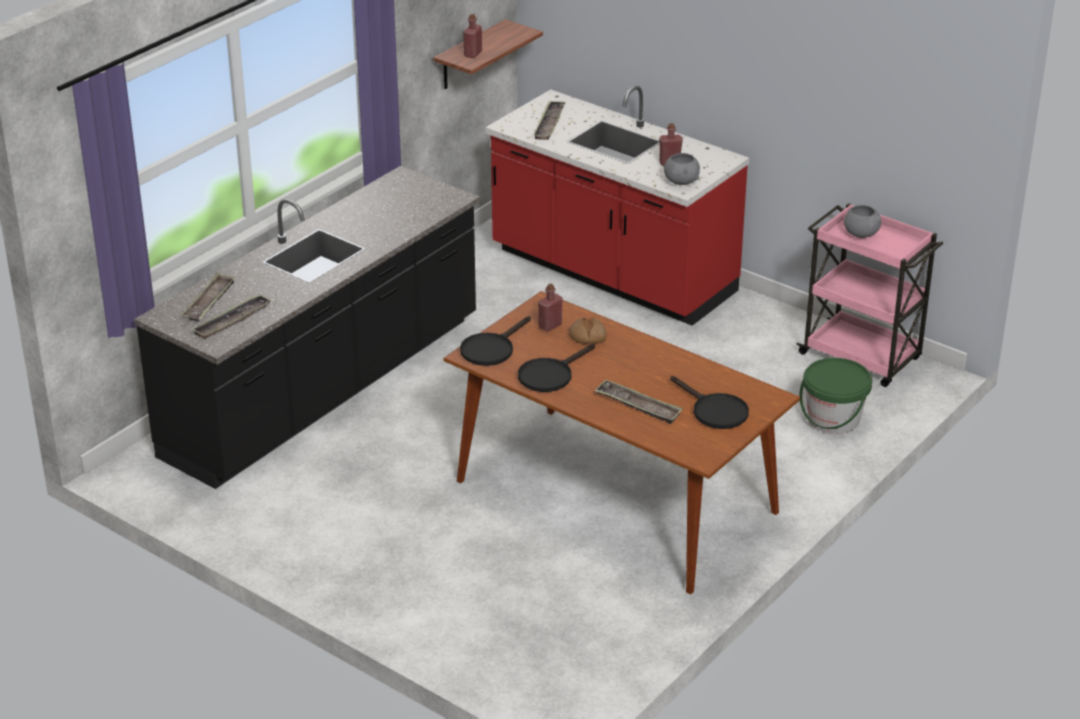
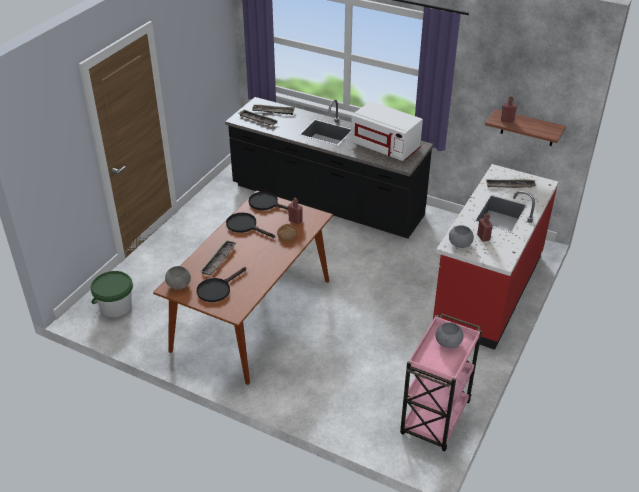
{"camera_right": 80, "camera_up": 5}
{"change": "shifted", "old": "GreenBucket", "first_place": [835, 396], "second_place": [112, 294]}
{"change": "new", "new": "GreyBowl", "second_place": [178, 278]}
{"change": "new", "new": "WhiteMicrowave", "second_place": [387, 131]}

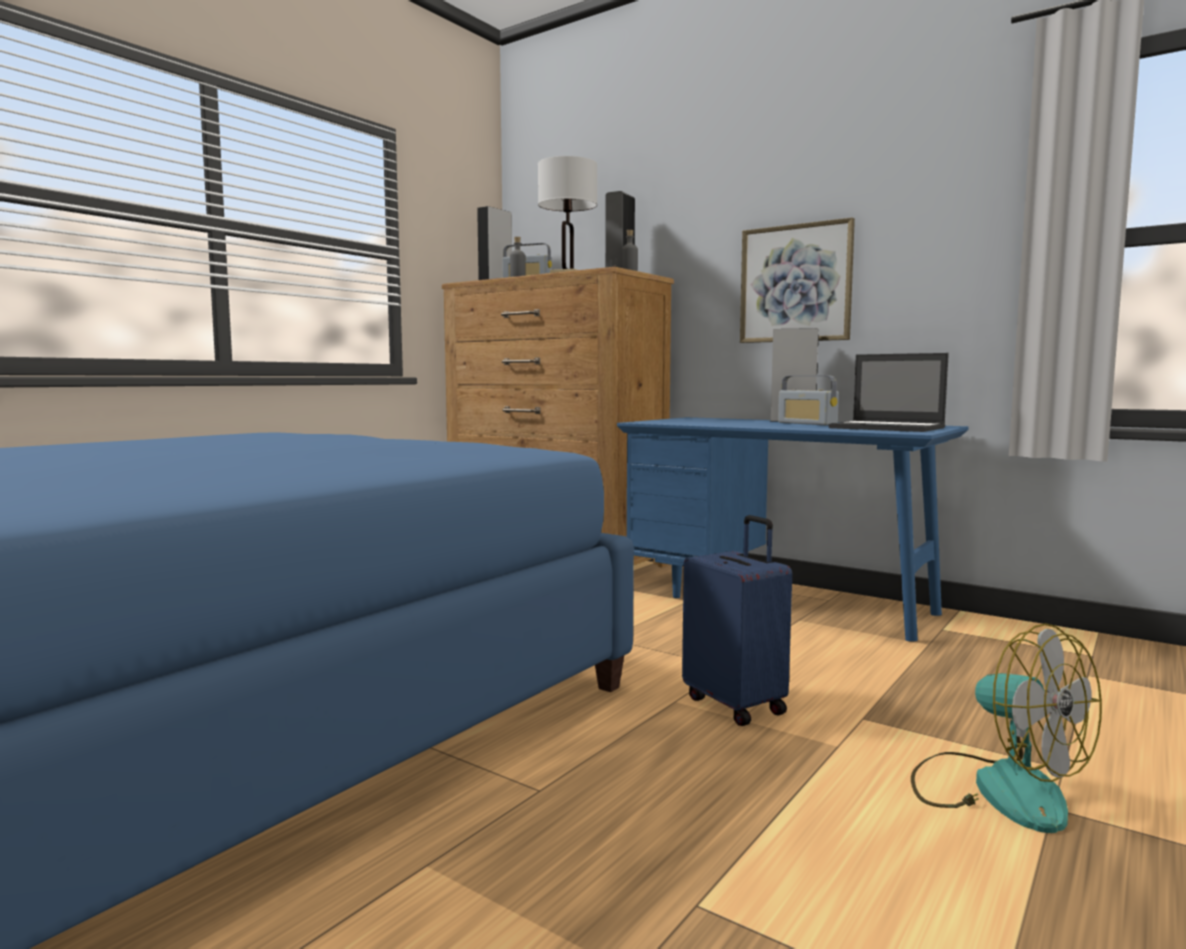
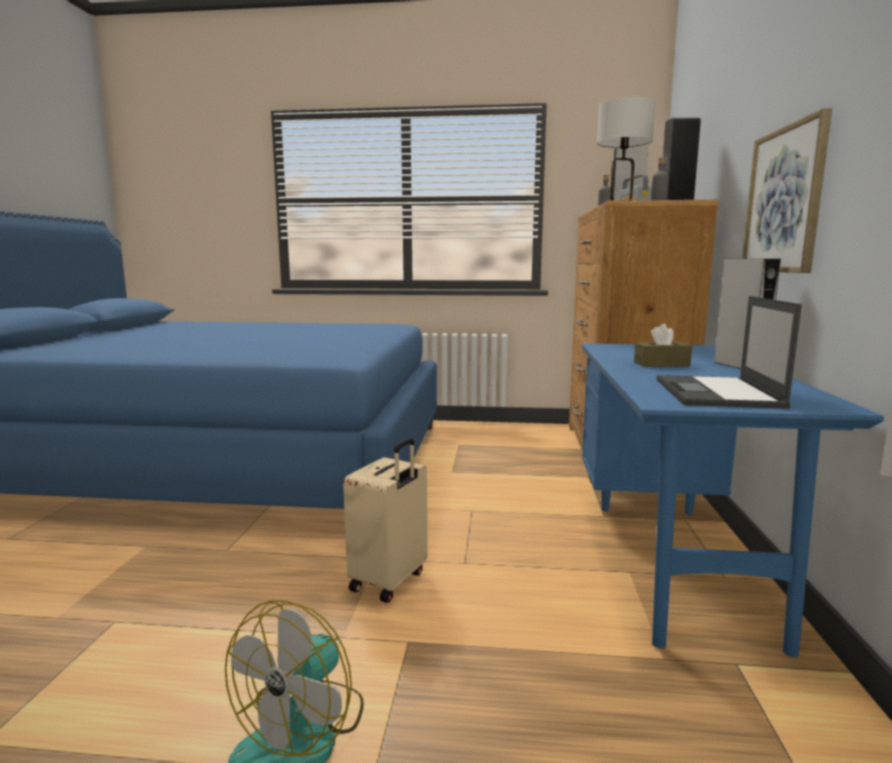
{"camera_right": 60, "camera_up": 5}
{"change": "repainted", "old": "BlueSuitcase", "new": "BeigeSuitcase", "first_place": [737, 620], "second_place": [385, 520]}
{"change": "new", "new": "BrownTissueBox", "second_place": [663, 345]}
{"change": "gone", "old": "Radio", "first_place": [808, 400]}

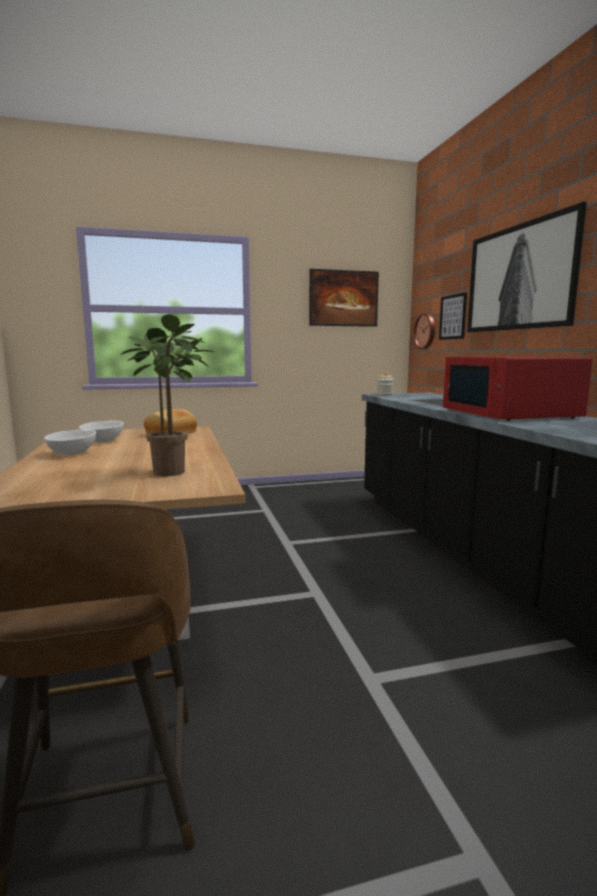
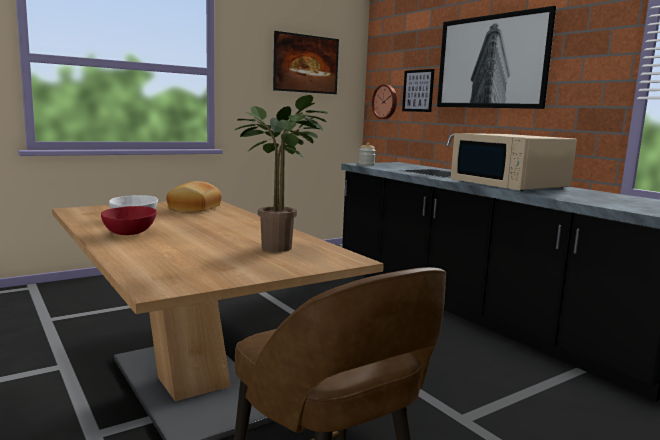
{"camera_right": -20, "camera_up": 0}
{"change": "repainted", "old": "WhiteBowl", "new": "RedBowl", "first_place": [70, 442], "second_place": [129, 220]}
{"change": "repainted", "old": "RedMicrowave", "new": "BeigeMicrowave", "first_place": [518, 389], "second_place": [514, 162]}

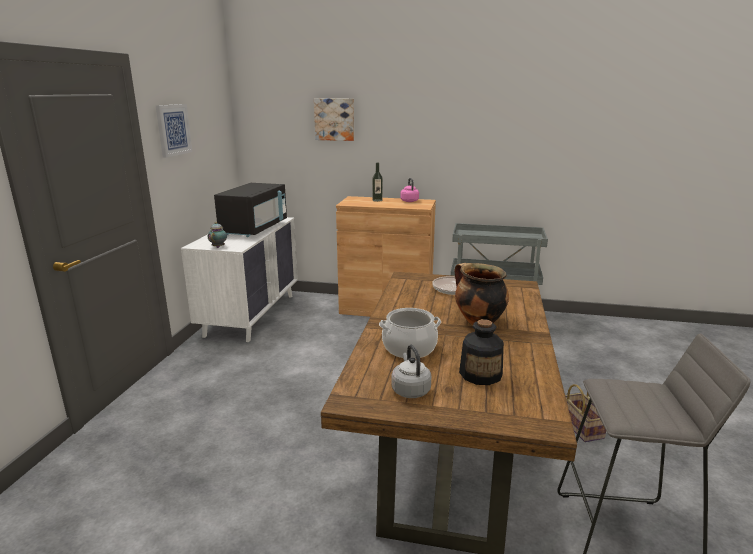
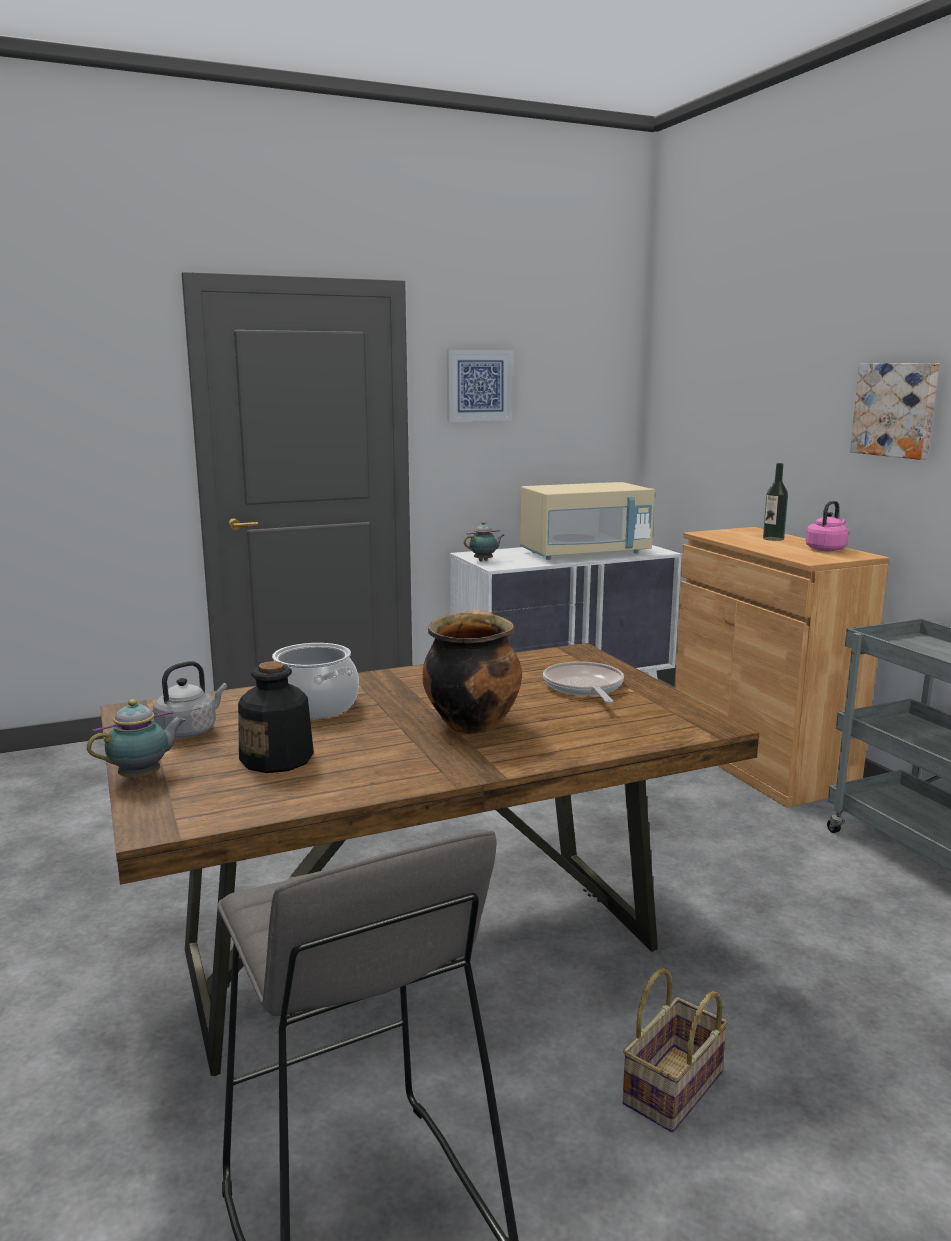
{"camera_right": 55, "camera_up": -5}
{"change": "new", "new": "Teapot", "second_place": [136, 739]}
{"change": "repainted", "old": "BlackMicrowave", "new": "BeigeMicrowave", "first_place": [250, 210], "second_place": [587, 521]}
{"change": "shifted", "old": "Picture", "first_place": [334, 120], "second_place": [894, 411]}

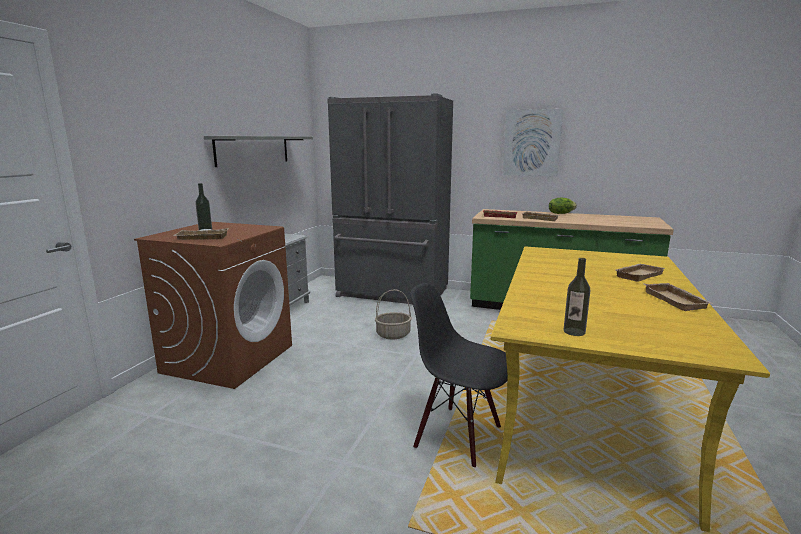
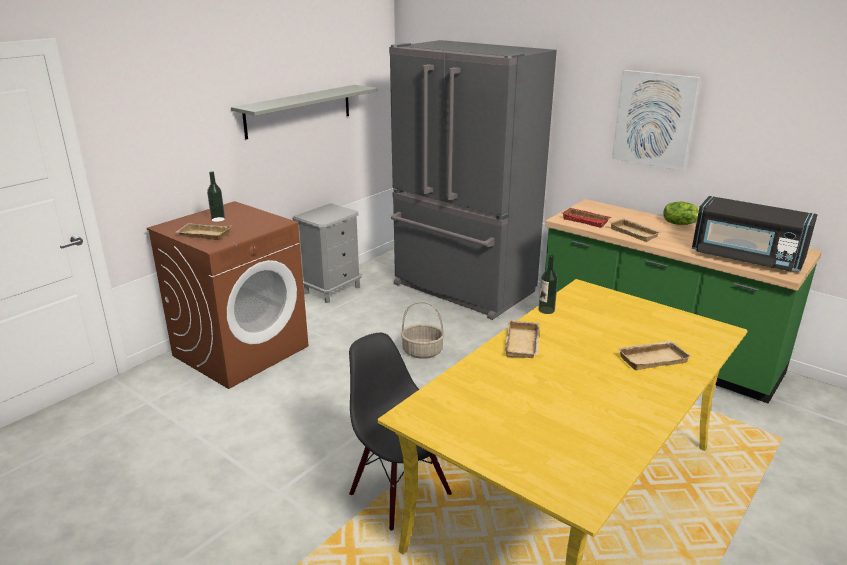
{"camera_right": 20, "camera_up": 10}
{"change": "shifted", "old": "BeigeTray", "first_place": [679, 297], "second_place": [522, 339]}
{"change": "shifted", "old": "Bottle", "first_place": [577, 297], "second_place": [548, 284]}
{"change": "new", "new": "BlackMicrowave", "second_place": [755, 233]}

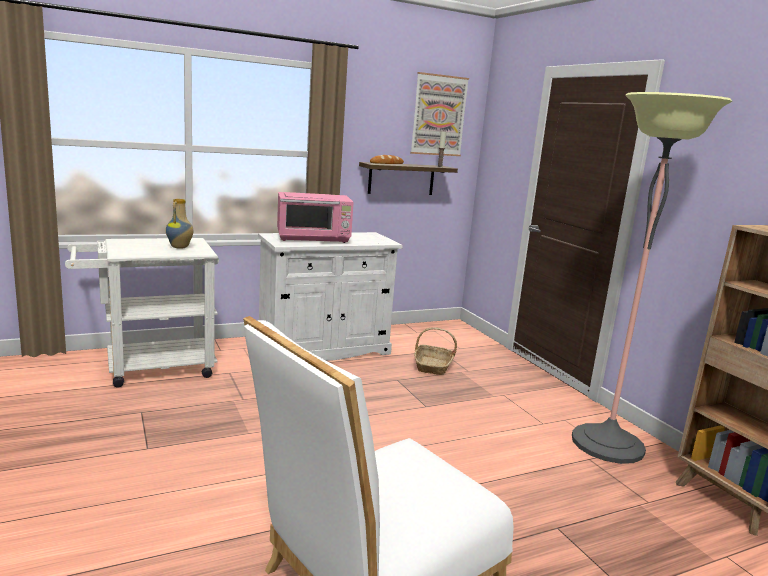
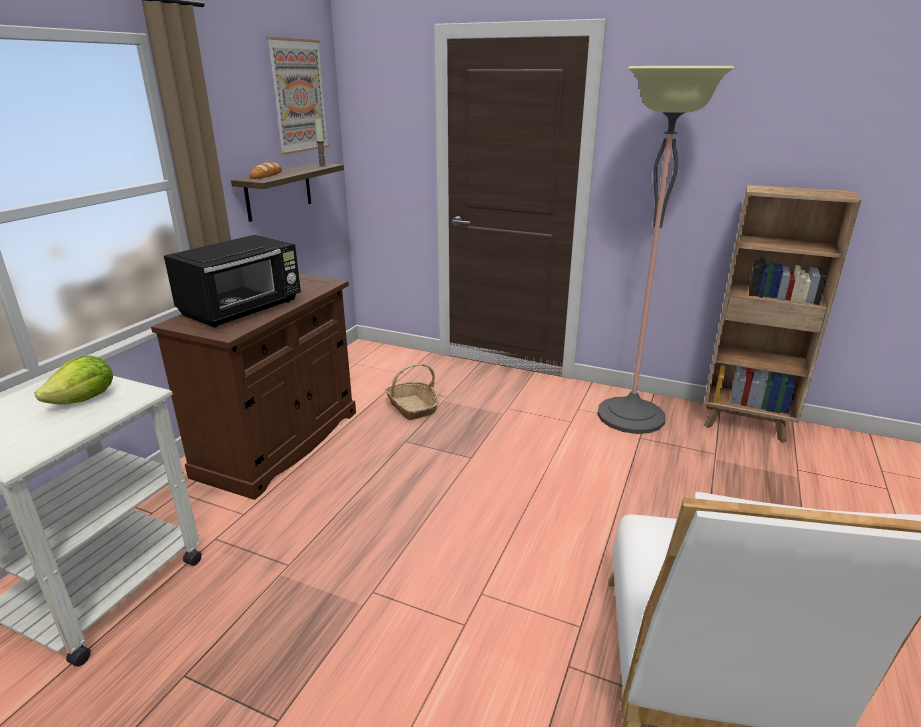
{"camera_right": -40, "camera_up": 10}
{"change": "swapped", "old": "Vase", "new": "Lettuce", "first_place": [179, 224], "second_place": [74, 380]}
{"change": "repainted", "old": "WhiteCabinet", "new": "BrownCabinet", "first_place": [330, 296], "second_place": [253, 387]}
{"change": "repainted", "old": "PinkMicrowave", "new": "BlackMicrowave", "first_place": [315, 217], "second_place": [232, 281]}

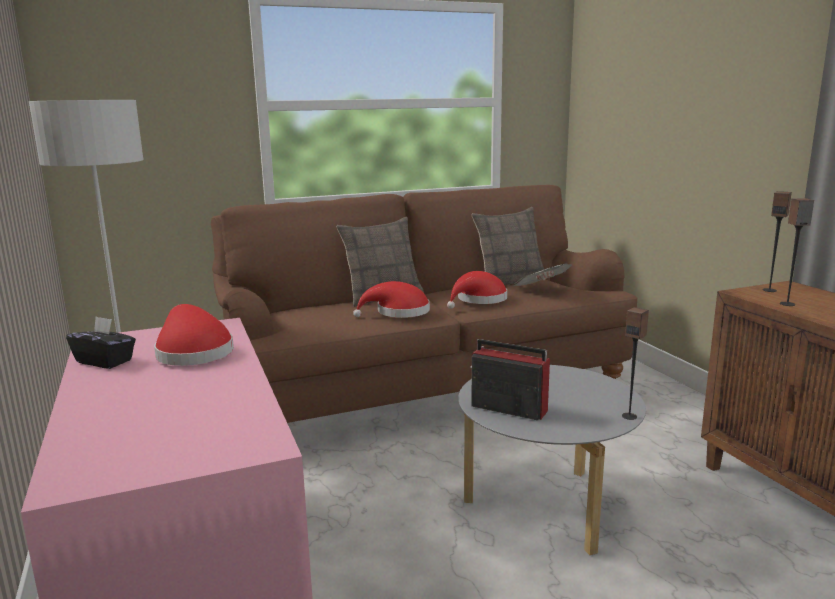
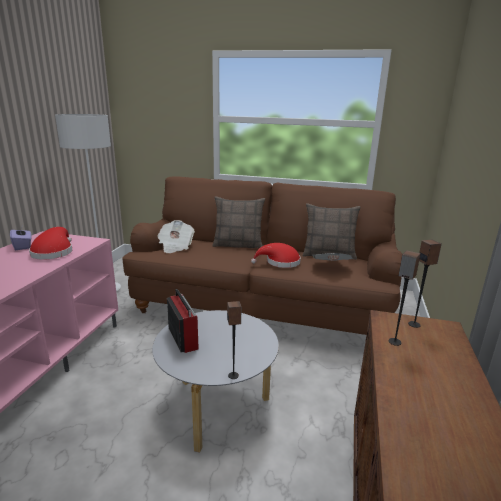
{"camera_right": 35, "camera_up": 5}
{"change": "repainted", "old": "BlackTissueBox", "new": "PurpleTissueBox", "first_place": [101, 342], "second_place": [21, 239]}
{"change": "new", "new": "Newspaper", "second_place": [176, 236]}
{"change": "gone", "old": "RedHat", "first_place": [391, 299]}

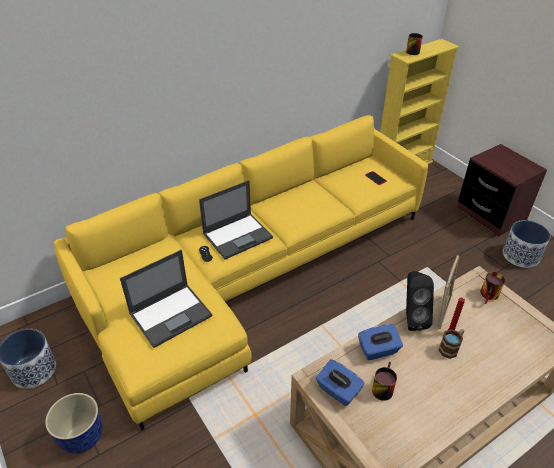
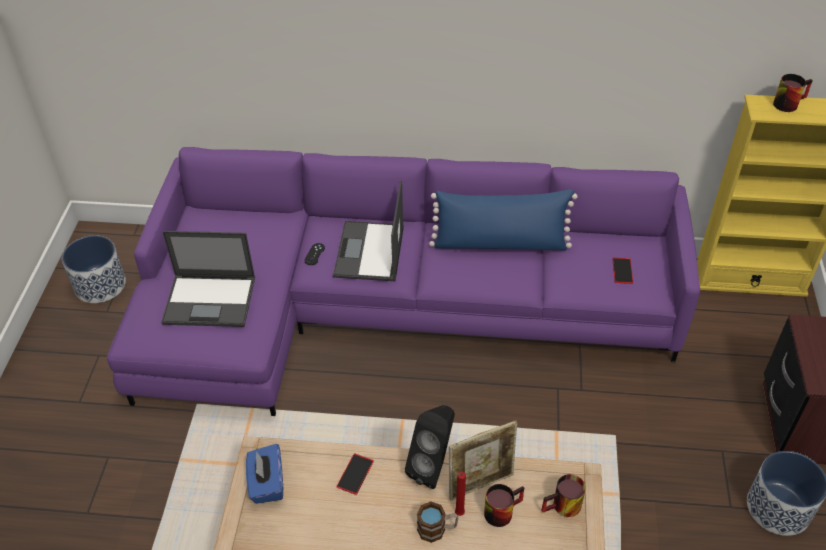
{"camera_right": 40, "camera_up": 5}
{"change": "repainted", "old": "YellowSofa", "new": "PurpleSofa", "first_place": [241, 273], "second_place": [403, 281]}
{"change": "rotated", "old": "Laptop", "first_place": [236, 220], "second_place": [368, 230], "degrees": 90}
{"change": "swapped", "old": "BlueTissueBox", "new": "Phone", "first_place": [380, 342], "second_place": [355, 474]}
{"change": "new", "new": "BluePillow", "second_place": [503, 220]}
{"change": "shifted", "old": "Mug", "first_place": [384, 381], "second_place": [504, 505]}
{"change": "gone", "old": "Planter", "first_place": [73, 423]}

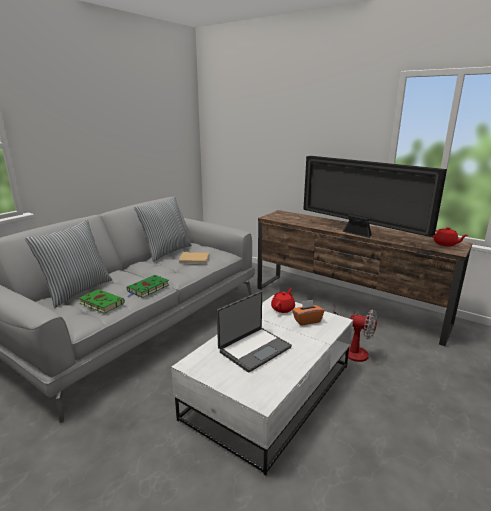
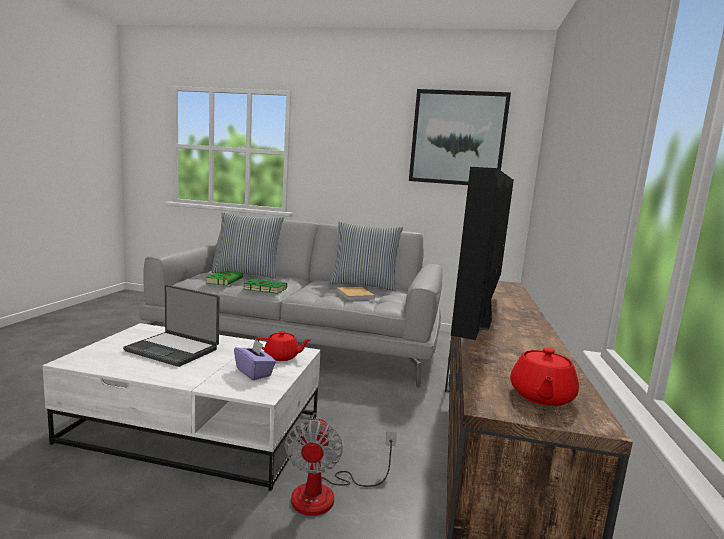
{"camera_right": 65, "camera_up": -10}
{"change": "repainted", "old": "OrangeTissueBox", "new": "PurpleTissueBox", "first_place": [308, 313], "second_place": [255, 359]}
{"change": "new", "new": "Picture", "second_place": [460, 137]}

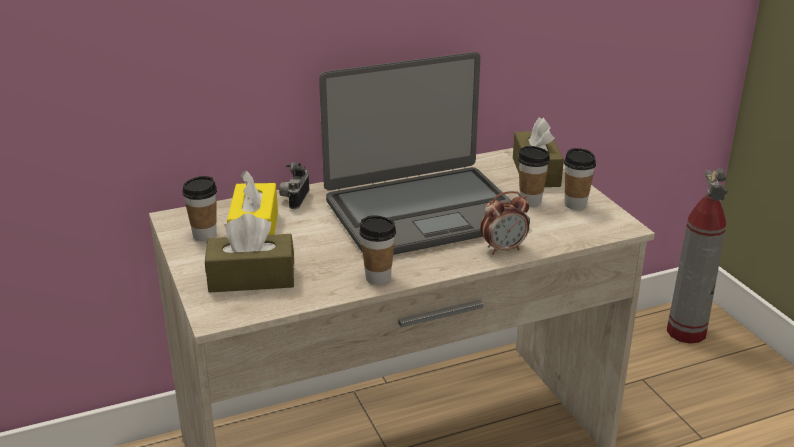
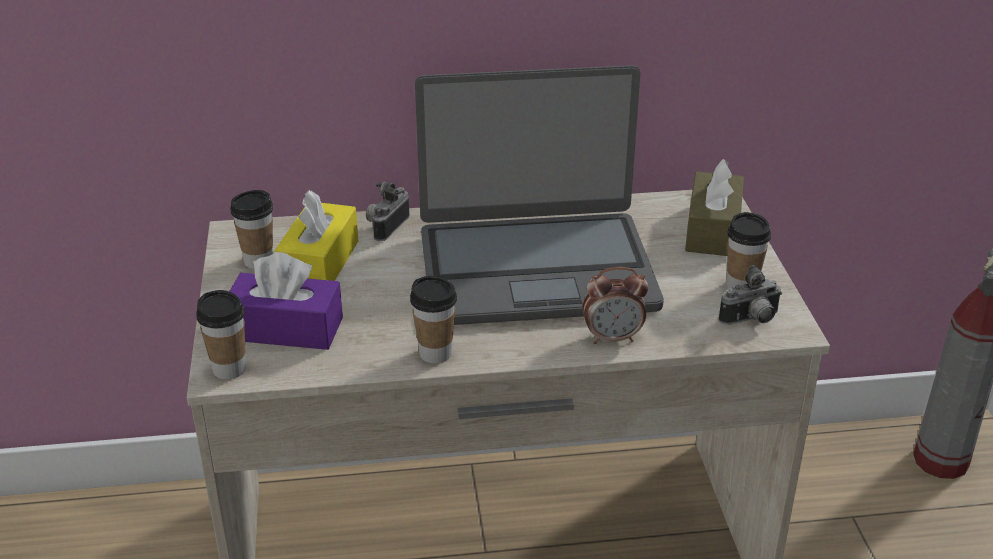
{"camera_right": 15, "camera_up": 5}
{"change": "shifted", "old": "Cup", "first_place": [534, 176], "second_place": [221, 335]}
{"change": "repainted", "old": "BrownTissueBox", "new": "PurpleTissueBox", "first_place": [249, 253], "second_place": [286, 301]}
{"change": "new", "new": "PhotoCamera", "second_place": [750, 295]}

